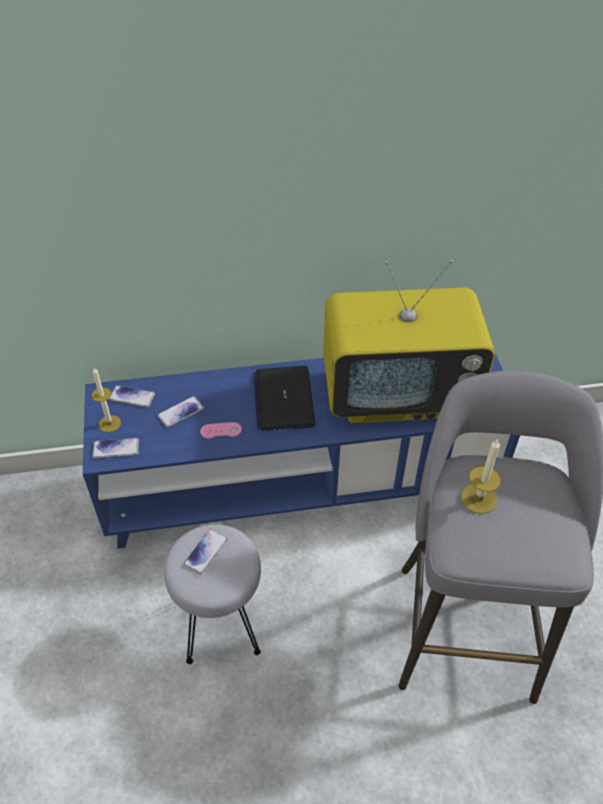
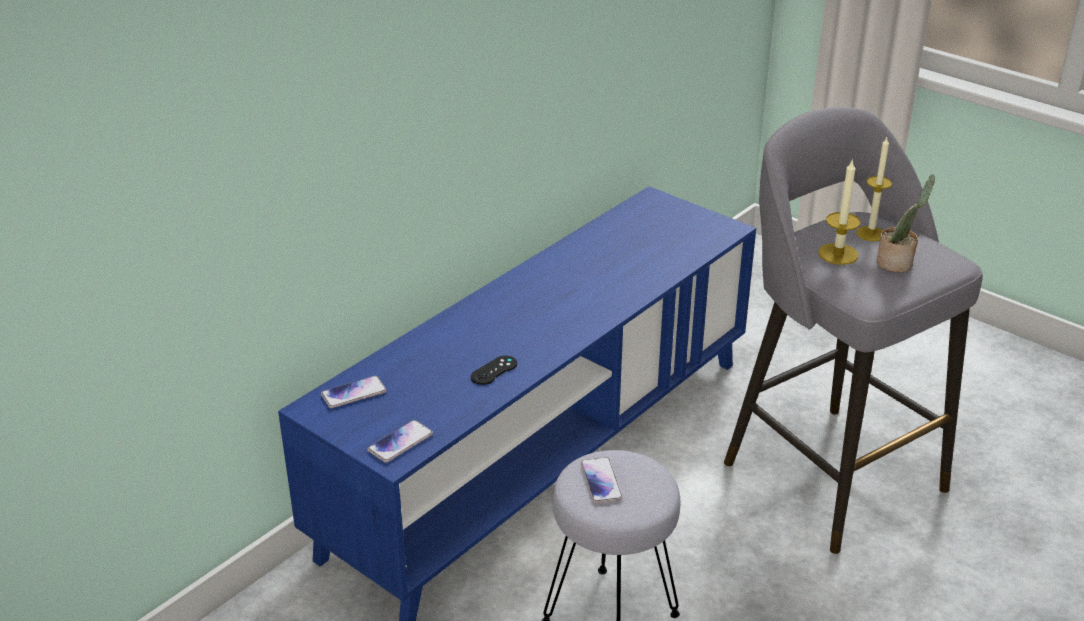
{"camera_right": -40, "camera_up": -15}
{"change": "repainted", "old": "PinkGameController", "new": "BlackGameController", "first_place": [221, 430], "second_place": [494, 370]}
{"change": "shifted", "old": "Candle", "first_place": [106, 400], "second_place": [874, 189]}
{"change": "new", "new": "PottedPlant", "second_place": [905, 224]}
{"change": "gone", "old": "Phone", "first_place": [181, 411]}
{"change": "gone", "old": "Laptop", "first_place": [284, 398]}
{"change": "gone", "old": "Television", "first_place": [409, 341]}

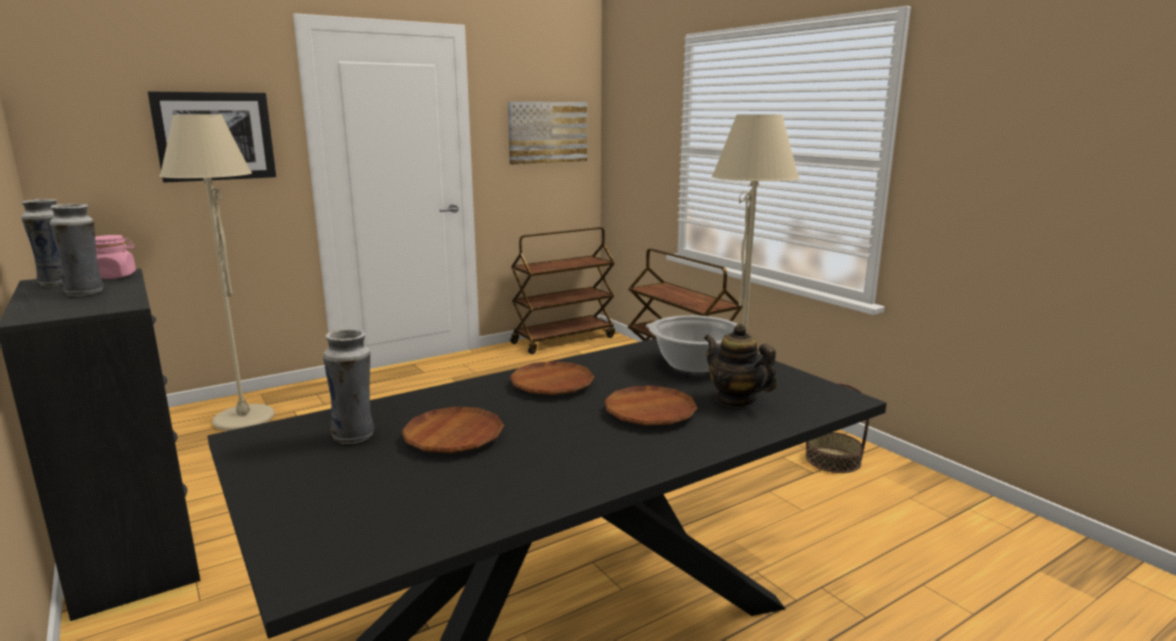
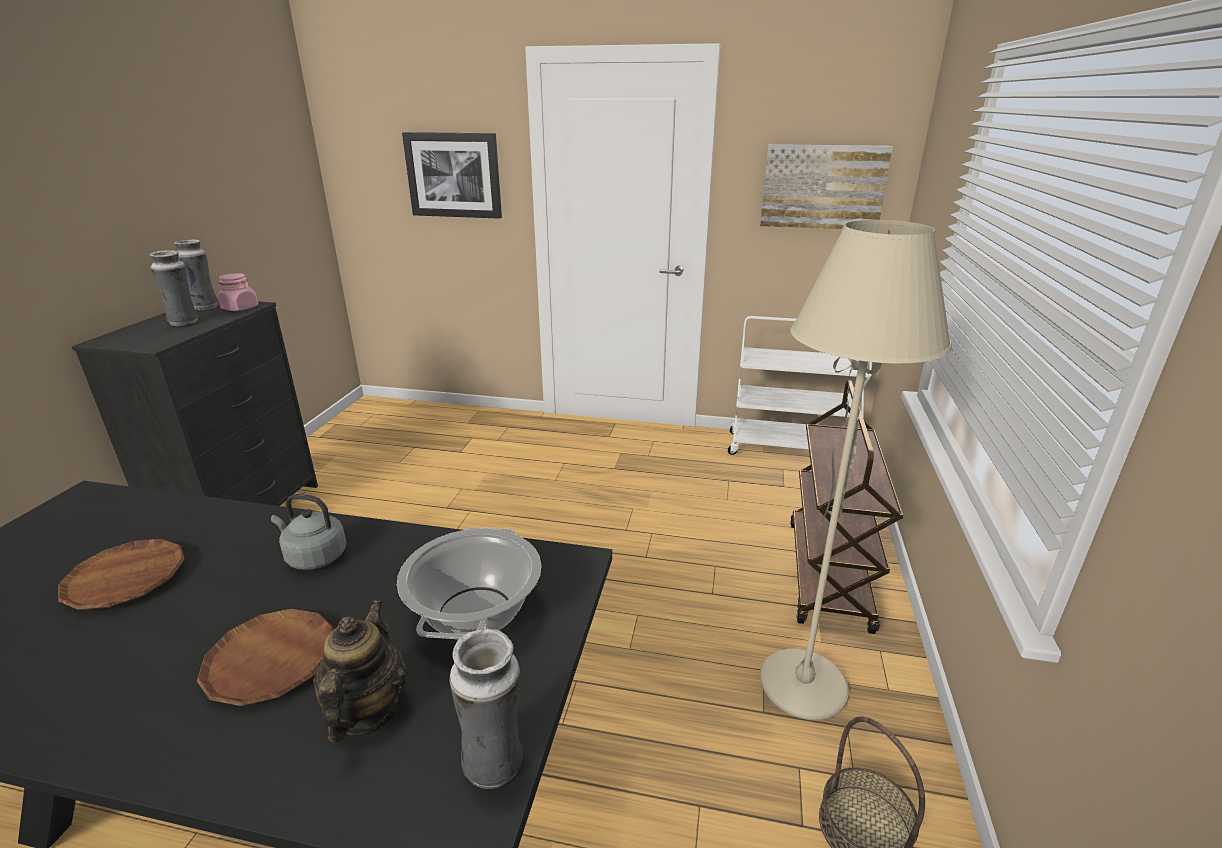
{"camera_right": 45, "camera_up": 10}
{"change": "swapped", "old": "BrownPlate", "new": "GreyKettle", "first_place": [552, 378], "second_place": [308, 532]}
{"change": "shifted", "old": "Vase", "first_place": [348, 386], "second_place": [486, 709]}
{"change": "repainted", "old": "BrownCart", "new": "WhiteCart", "first_place": [562, 290], "second_place": [800, 385]}
{"change": "gone", "old": "BeigeFloorLamp", "first_place": [217, 272]}

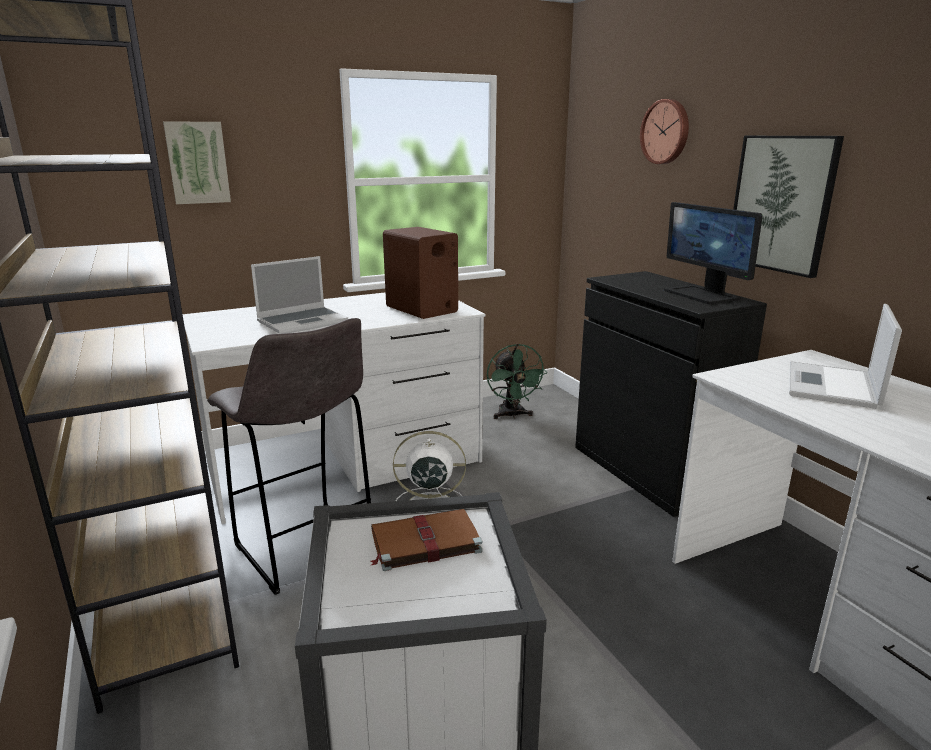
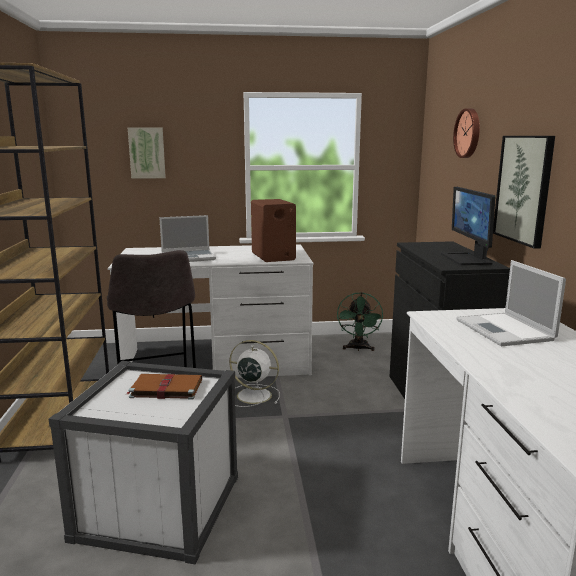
{"camera_right": 20, "camera_up": -5}
{"change": "rotated", "old": "Laptop", "first_place": [845, 356], "second_place": [511, 303], "degrees": -60}

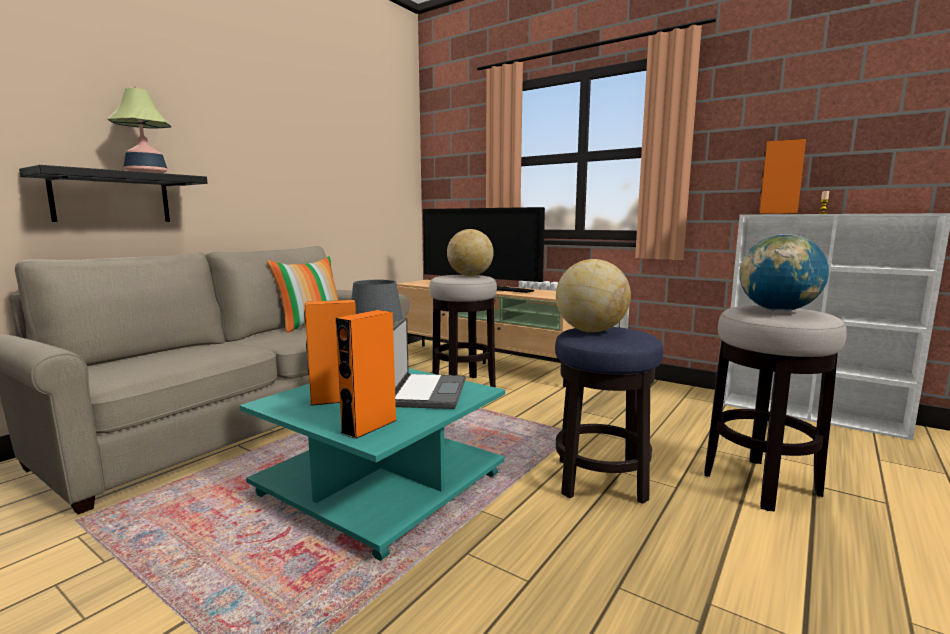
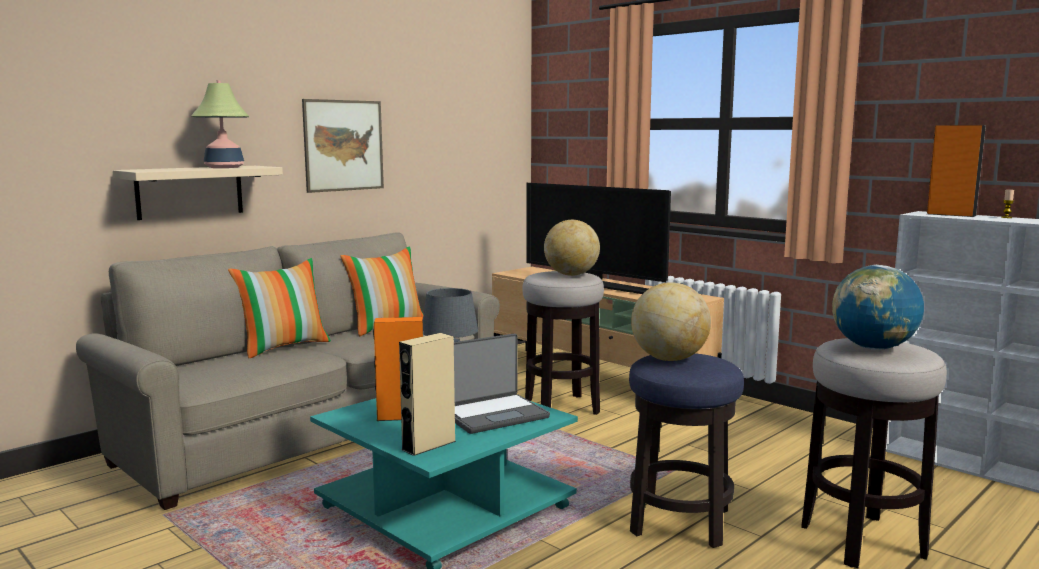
{"camera_right": 10, "camera_up": 0}
{"change": "repainted", "old": "BlackShelf", "new": "BeigeShelf", "first_place": [113, 193], "second_place": [198, 193]}
{"change": "new", "new": "Pillow", "second_place": [279, 308]}
{"change": "new", "new": "Picture", "second_place": [343, 146]}
{"change": "repainted", "old": "OrangeSpeaker", "new": "BeigeSpeaker", "first_place": [366, 374], "second_place": [427, 394]}
{"change": "rotated", "old": "Laptop", "first_place": [429, 363], "second_place": [502, 383], "degrees": 45}

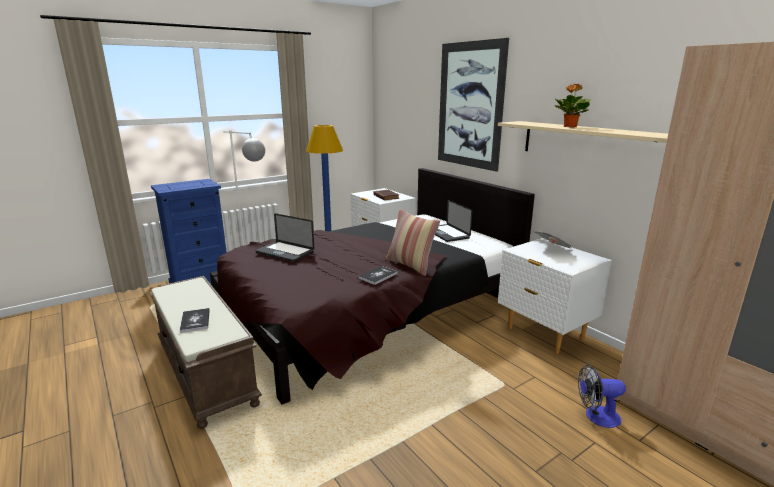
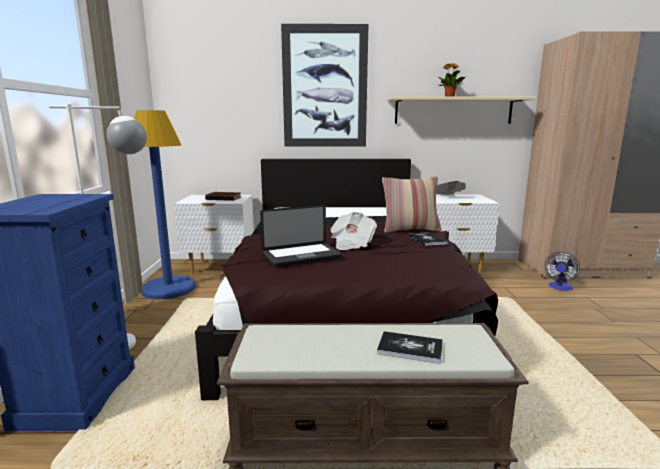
{"camera_right": -55, "camera_up": -5}
{"change": "new", "new": "Newspaper", "second_place": [353, 231]}
{"change": "gone", "old": "Laptop", "first_place": [453, 221]}

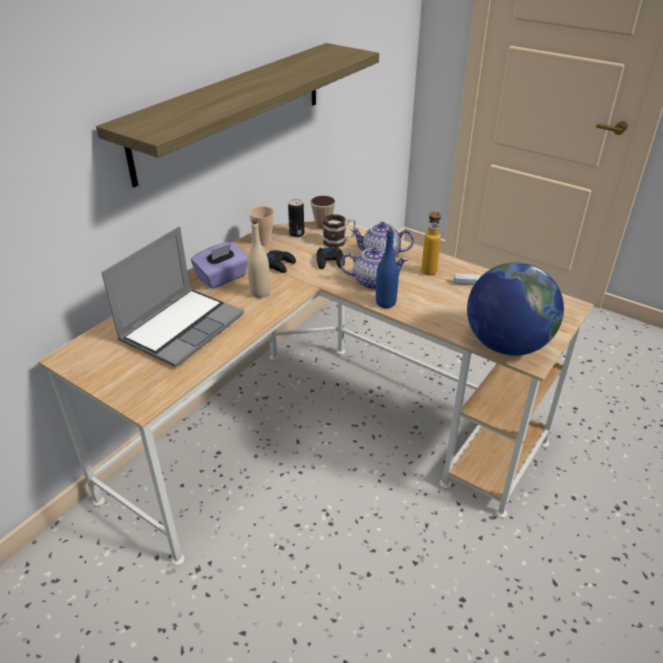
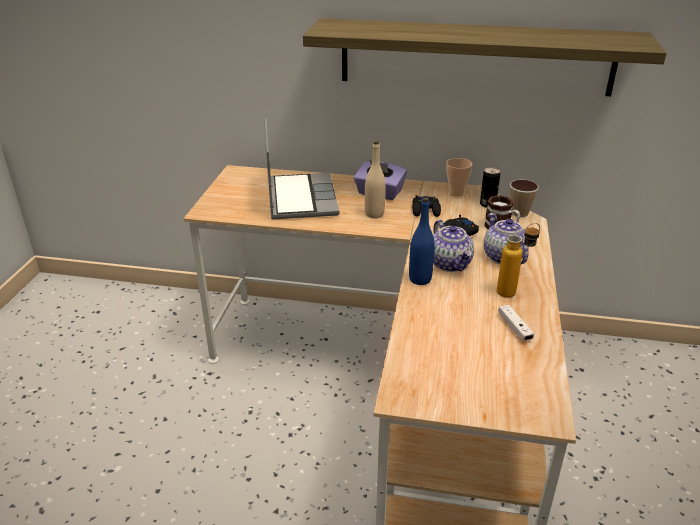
{"camera_right": 65, "camera_up": -5}
{"change": "rotated", "old": "Laptop", "first_place": [172, 297], "second_place": [301, 169], "degrees": -105}
{"change": "gone", "old": "Globe", "first_place": [515, 309]}

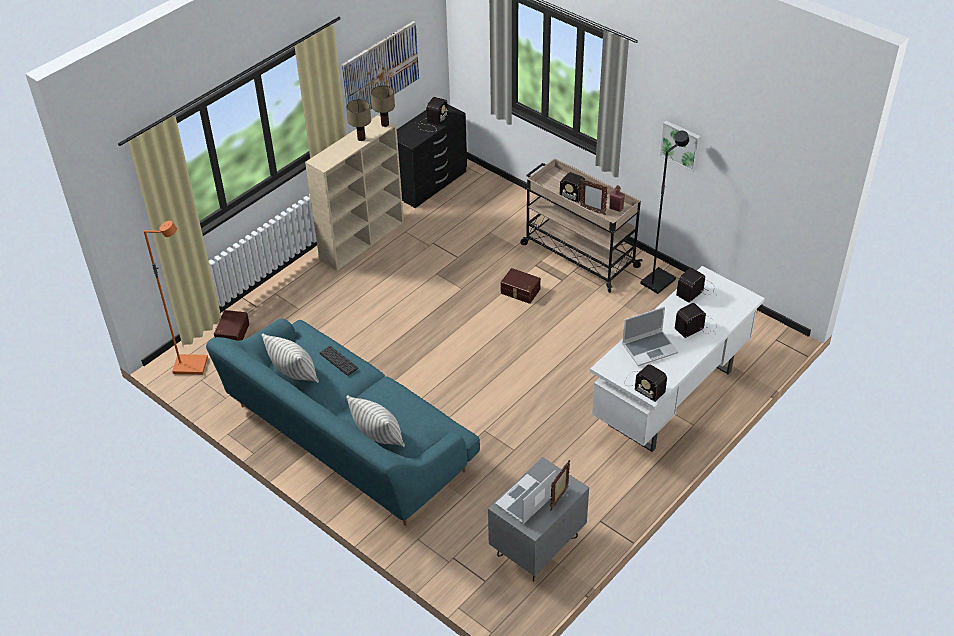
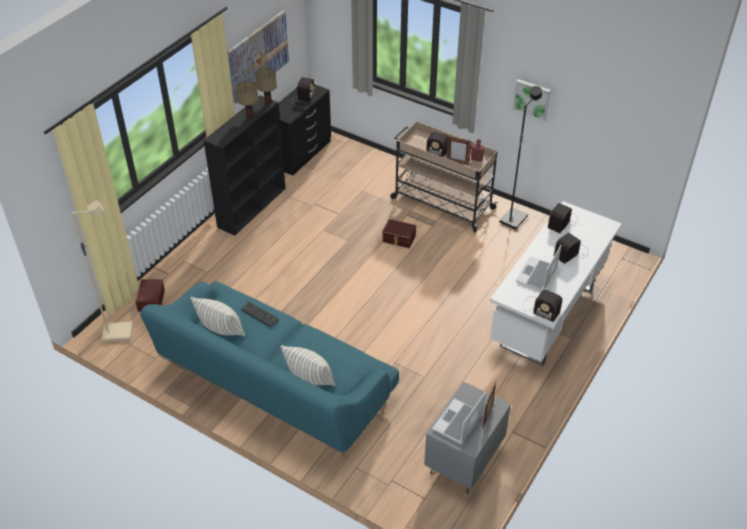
{"camera_right": -10, "camera_up": 0}
{"change": "repainted", "old": "OrangeFloorLamp", "new": "BeigeFloorLamp", "first_place": [175, 298], "second_place": [102, 271]}
{"change": "repainted", "old": "BeigeBookcase", "new": "BlackBookcase", "first_place": [354, 193], "second_place": [245, 165]}
{"change": "rotated", "old": "Laptop", "first_place": [650, 336], "second_place": [538, 268], "degrees": 150}

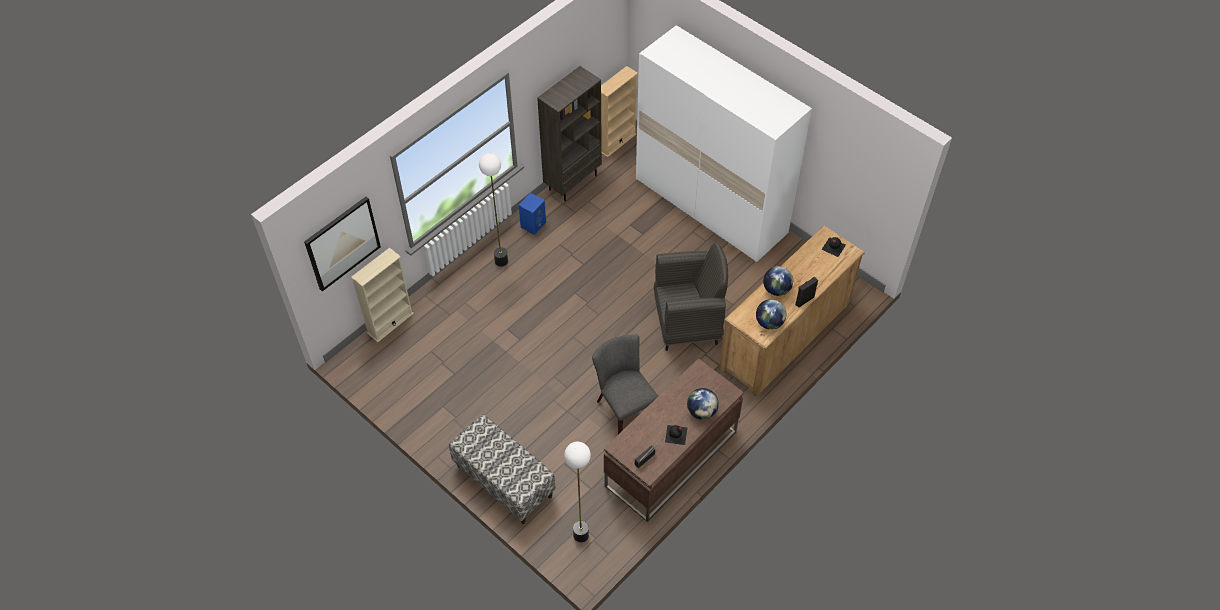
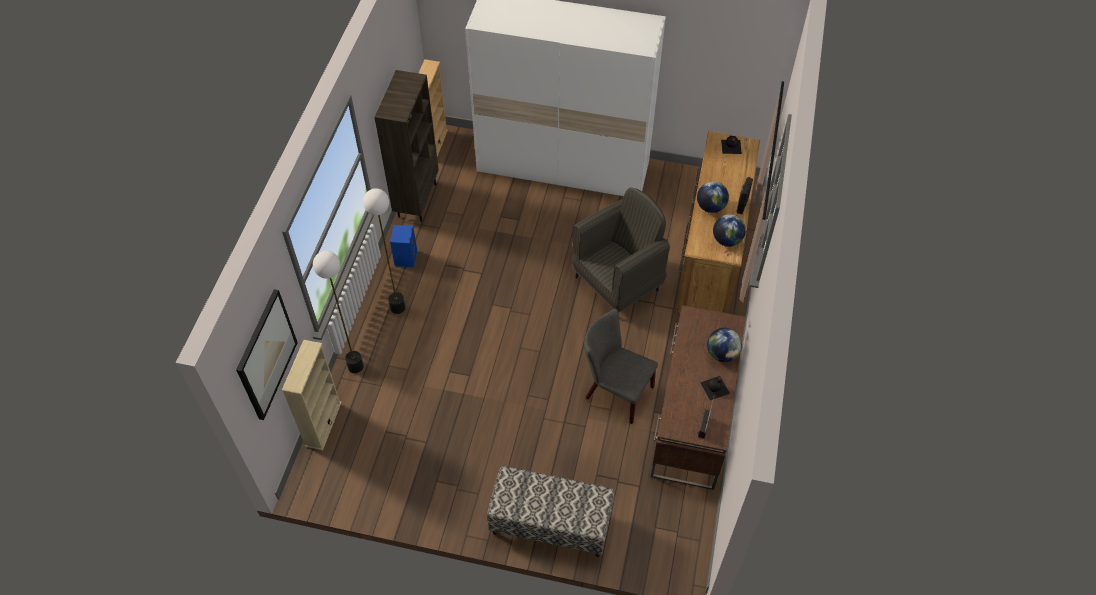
{"camera_right": -30, "camera_up": 0}
{"change": "shifted", "old": "FloorLamp", "first_place": [577, 492], "second_place": [338, 312]}

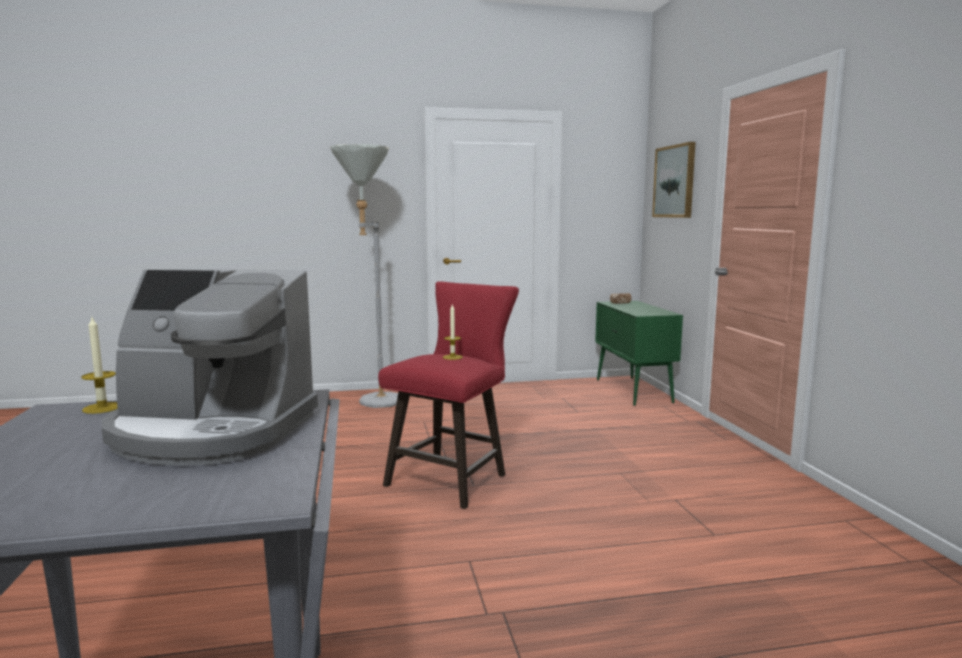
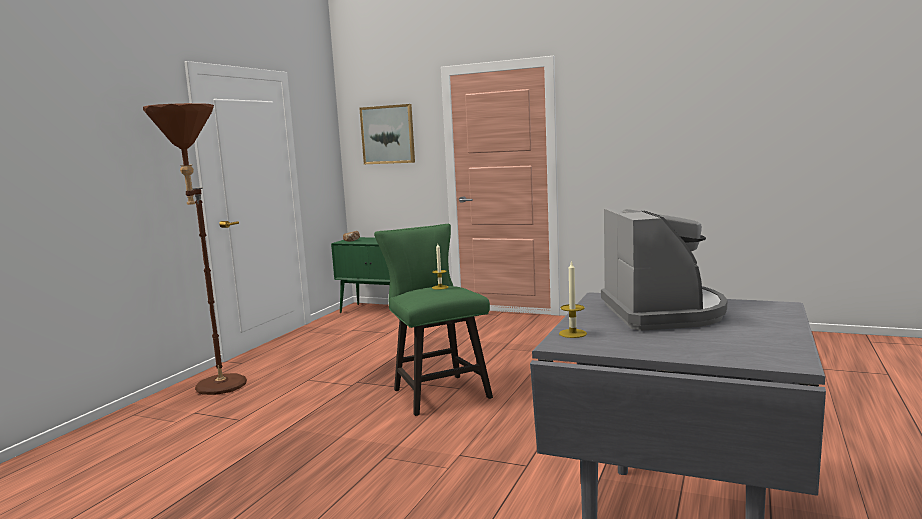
{"camera_right": -55, "camera_up": 0}
{"change": "repainted", "old": "GreyFloorLamp", "new": "BrownFloorLamp", "first_place": [364, 276], "second_place": [195, 249]}
{"change": "repainted", "old": "RedStool", "new": "GreenStool", "first_place": [448, 395], "second_place": [433, 320]}
{"change": "rotated", "old": "CoffeeMachine", "first_place": [210, 367], "second_place": [664, 269], "degrees": -45}

